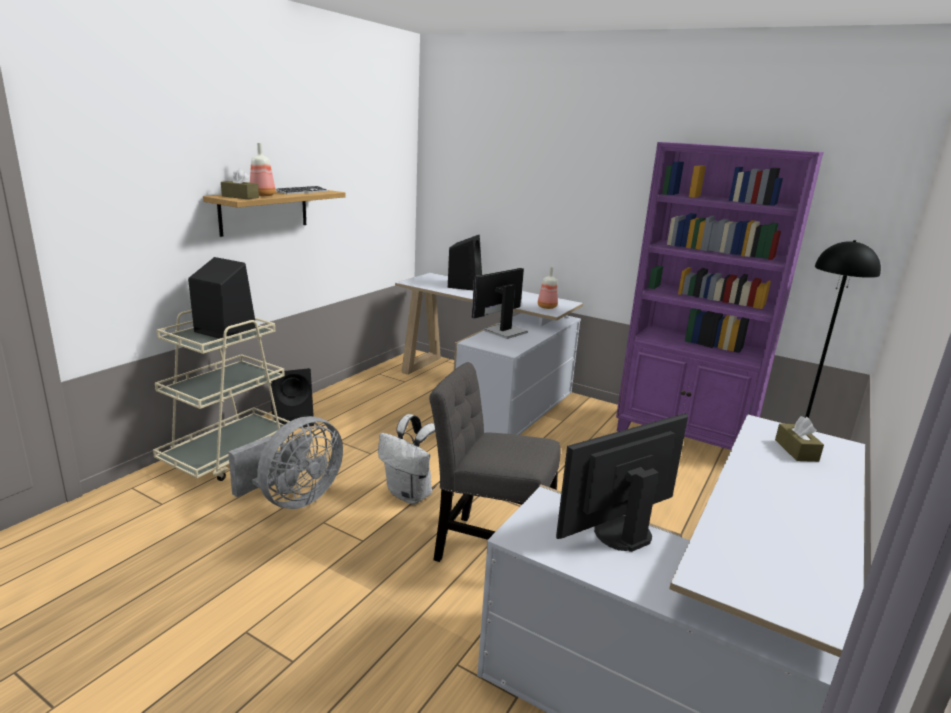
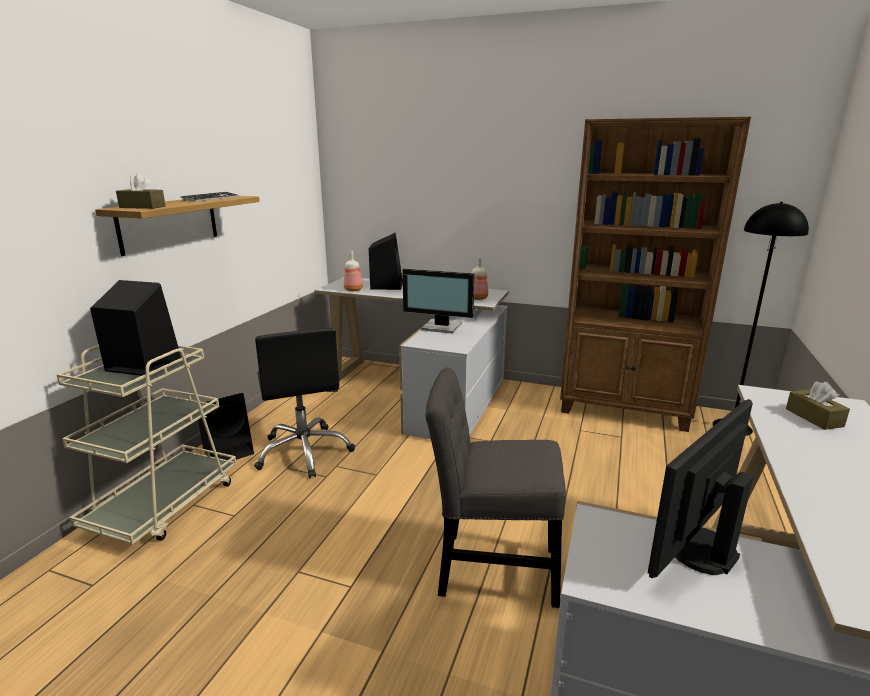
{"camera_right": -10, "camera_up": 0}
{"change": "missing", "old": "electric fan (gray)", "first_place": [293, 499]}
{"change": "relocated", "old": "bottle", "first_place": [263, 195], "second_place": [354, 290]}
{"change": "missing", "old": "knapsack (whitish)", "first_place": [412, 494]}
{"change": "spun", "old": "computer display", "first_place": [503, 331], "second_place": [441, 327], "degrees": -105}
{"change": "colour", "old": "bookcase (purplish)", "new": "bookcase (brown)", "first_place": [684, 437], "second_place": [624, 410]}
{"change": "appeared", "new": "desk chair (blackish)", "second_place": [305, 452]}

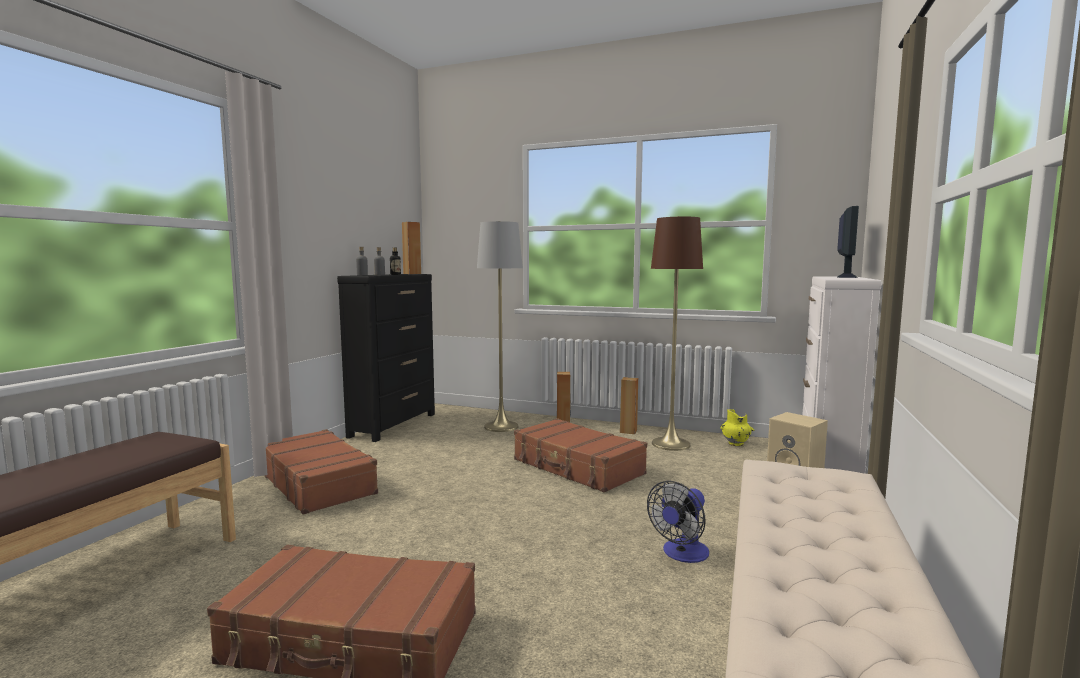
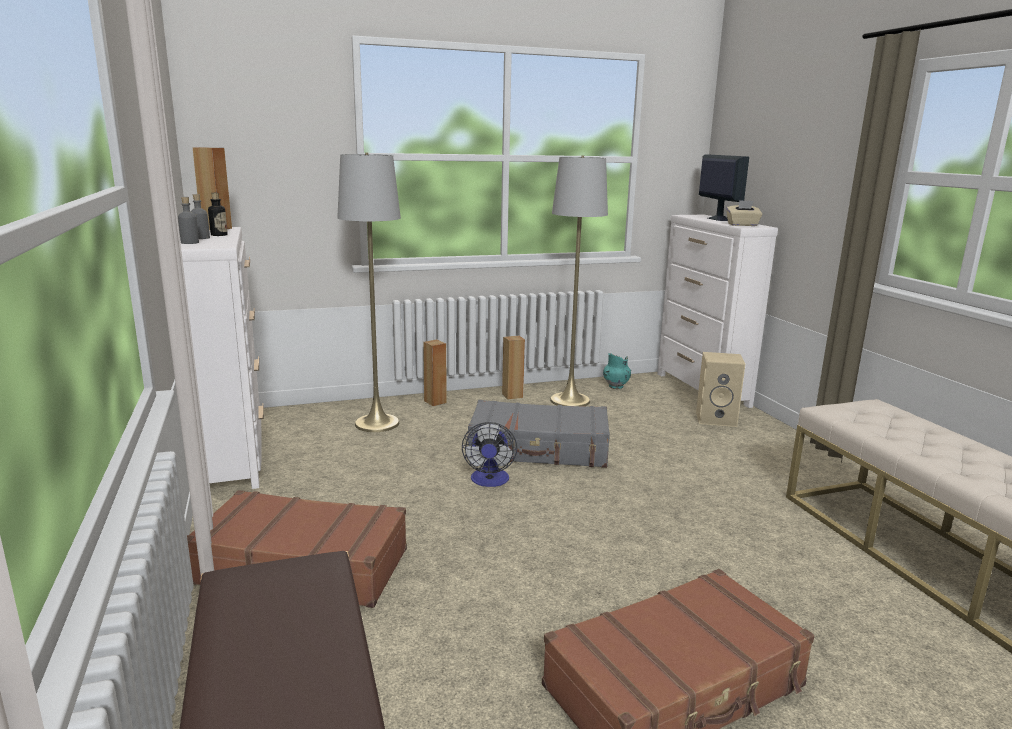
{"camera_right": -40, "camera_up": 10}
{"change": "colour", "old": "chest of drawers (blackish)", "new": "chest of drawers (whitish)", "first_place": [394, 425], "second_place": [234, 457]}
{"change": "colour", "old": "travel case (brown)", "new": "travel case (gray)", "first_place": [577, 467], "second_place": [539, 449]}
{"change": "relocated", "old": "electric fan", "first_place": [682, 554], "second_place": [489, 481]}
{"change": "colour", "old": "floor lamp (brown)", "new": "floor lamp (gray)", "first_place": [671, 444], "second_place": [570, 400]}
{"change": "colour", "old": "decorative vase (yellowish)", "new": "decorative vase (blue-green)", "first_place": [736, 444], "second_place": [616, 386]}
{"change": "appeared", "new": "box of tissues (beige-coloured)", "second_place": [742, 225]}

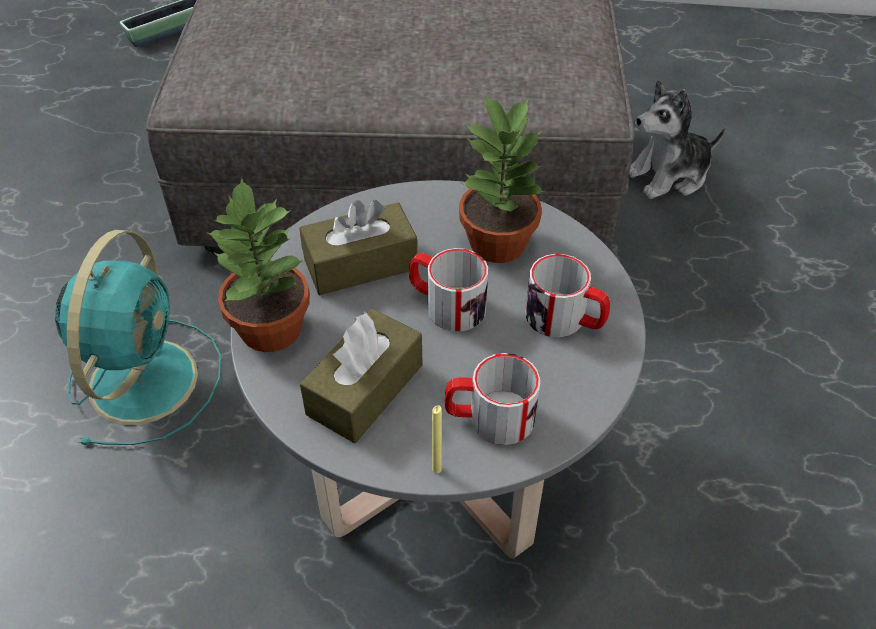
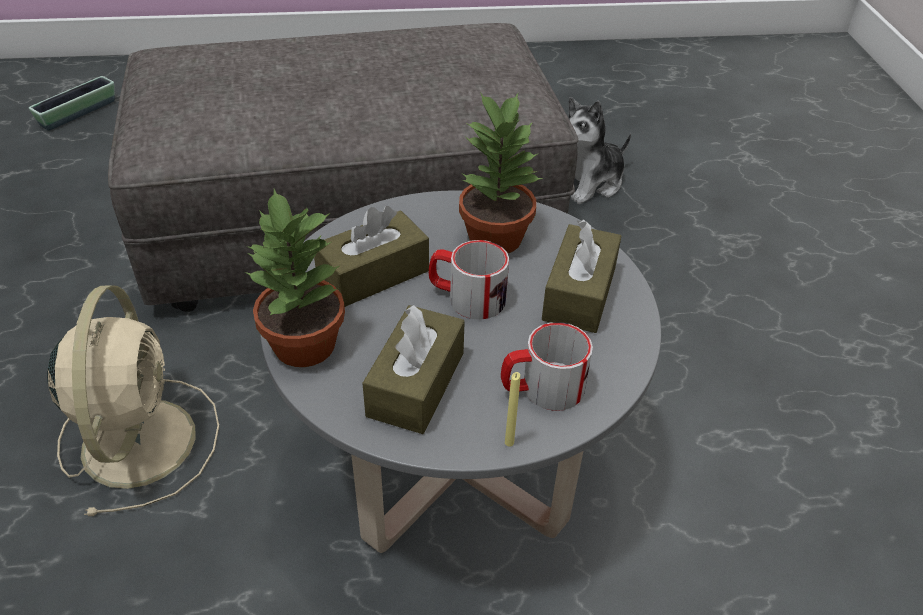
{"camera_right": -15, "camera_up": -5}
{"change": "colour", "old": "electric fan (blue-green)", "new": "electric fan (beige-coloured)", "first_place": [145, 377], "second_place": [140, 438]}
{"change": "exchanged", "old": "coffee mug", "new": "box of tissues (brown)", "first_place": [565, 319], "second_place": [579, 293]}

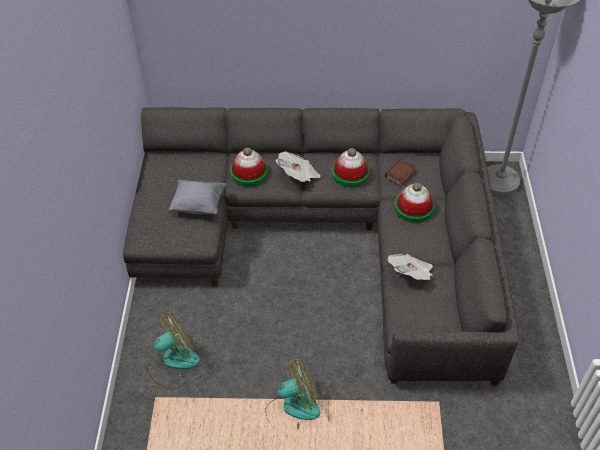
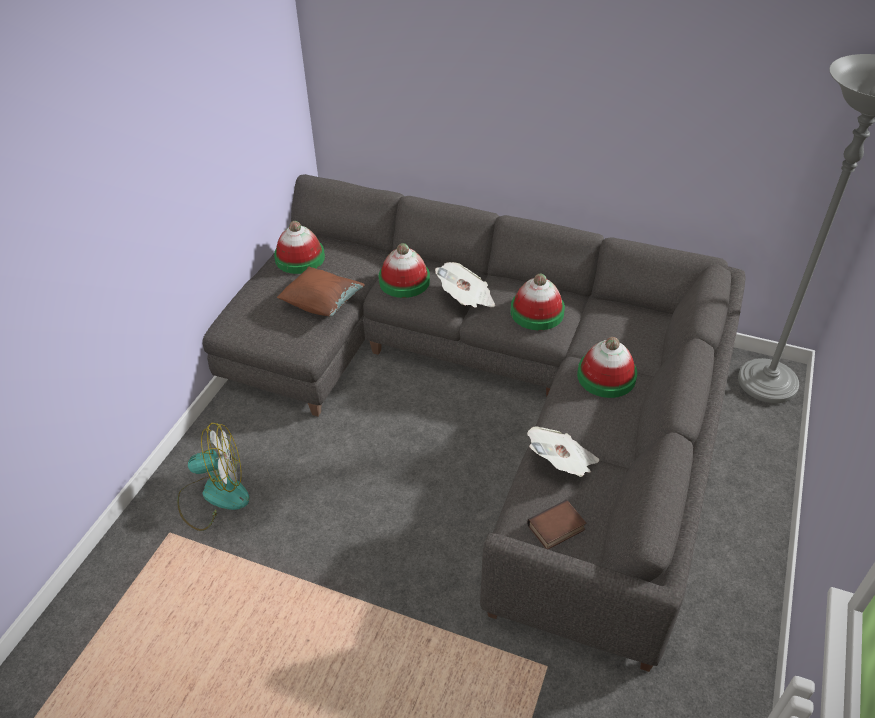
{"camera_right": 20, "camera_up": -5}
{"change": "colour", "old": "cushion (gray)", "new": "cushion (brown)", "first_place": [199, 205], "second_place": [322, 304]}
{"change": "missing", "old": "electric fan", "first_place": [292, 410]}
{"change": "relocated", "old": "volume", "first_place": [400, 175], "second_place": [556, 529]}
{"change": "appeared", "new": "clothing hat", "second_place": [300, 258]}

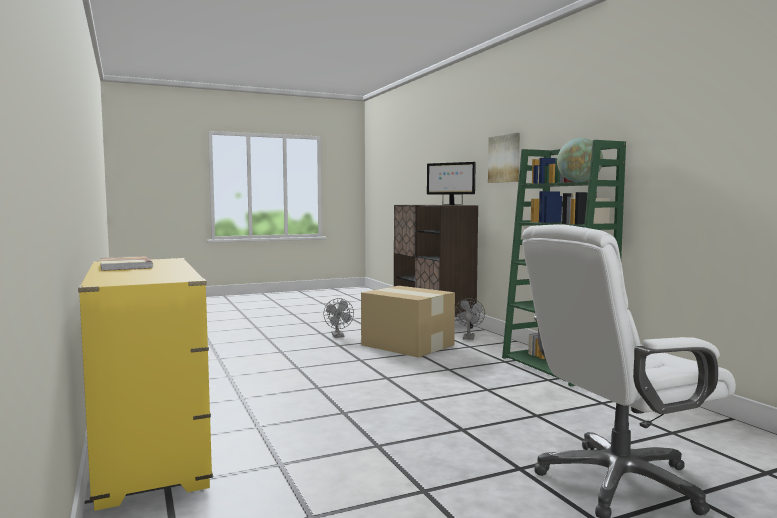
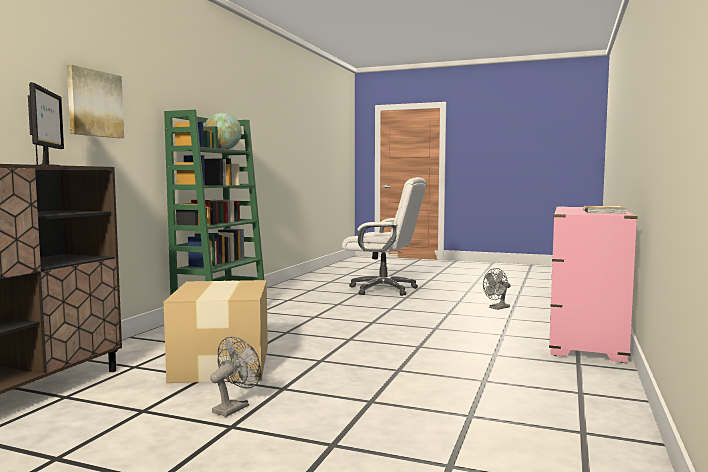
{"camera_right": -135, "camera_up": 0}
{"change": "colour", "old": "chest of drawers (yellowish)", "new": "chest of drawers (pinkish)", "first_place": [149, 452], "second_place": [585, 338]}
{"change": "relocated", "old": "electric fan (gray)", "first_place": [468, 337], "second_place": [497, 308]}

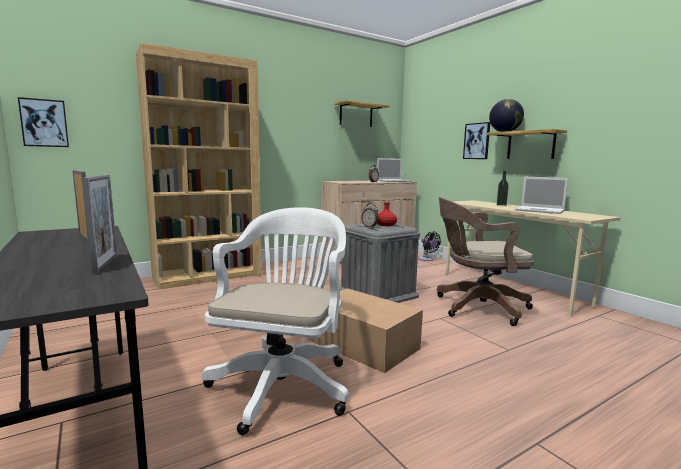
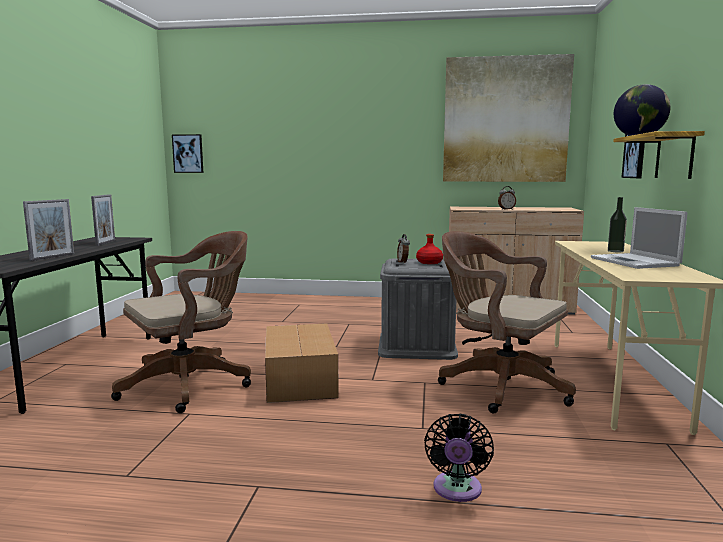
{"camera_right": 40, "camera_up": 0}
{"change": "missing", "old": "bookcase (brown)", "first_place": [208, 276]}
{"change": "colour", "old": "desk chair (whitish)", "new": "desk chair (brown)", "first_place": [284, 382], "second_place": [192, 384]}
{"change": "exchanged", "old": "bracket shelf", "new": "wall art", "first_place": [356, 115], "second_place": [505, 120]}
{"change": "missing", "old": "portable computer", "first_place": [394, 181]}
{"change": "relocated", "old": "electric fan (blackish)", "first_place": [427, 259], "second_place": [457, 490]}

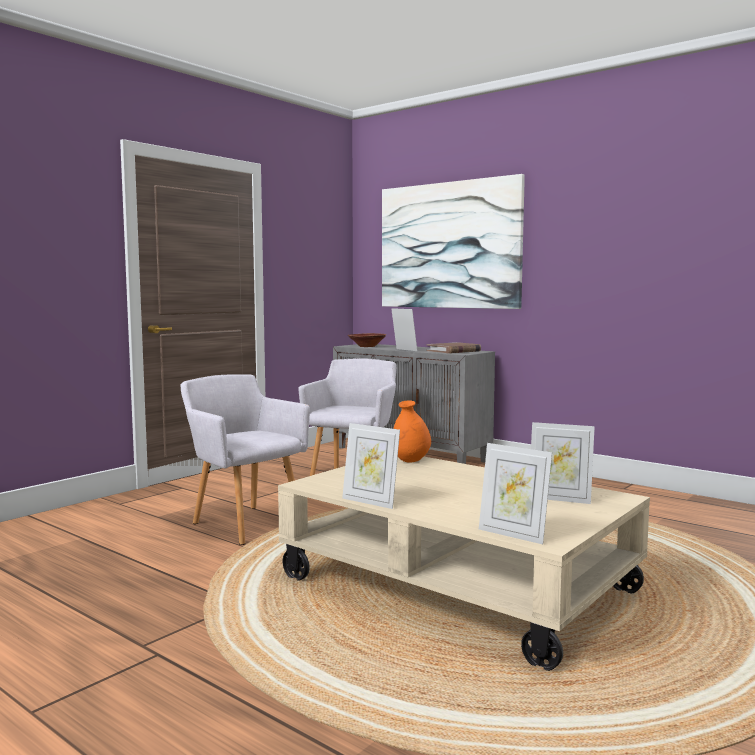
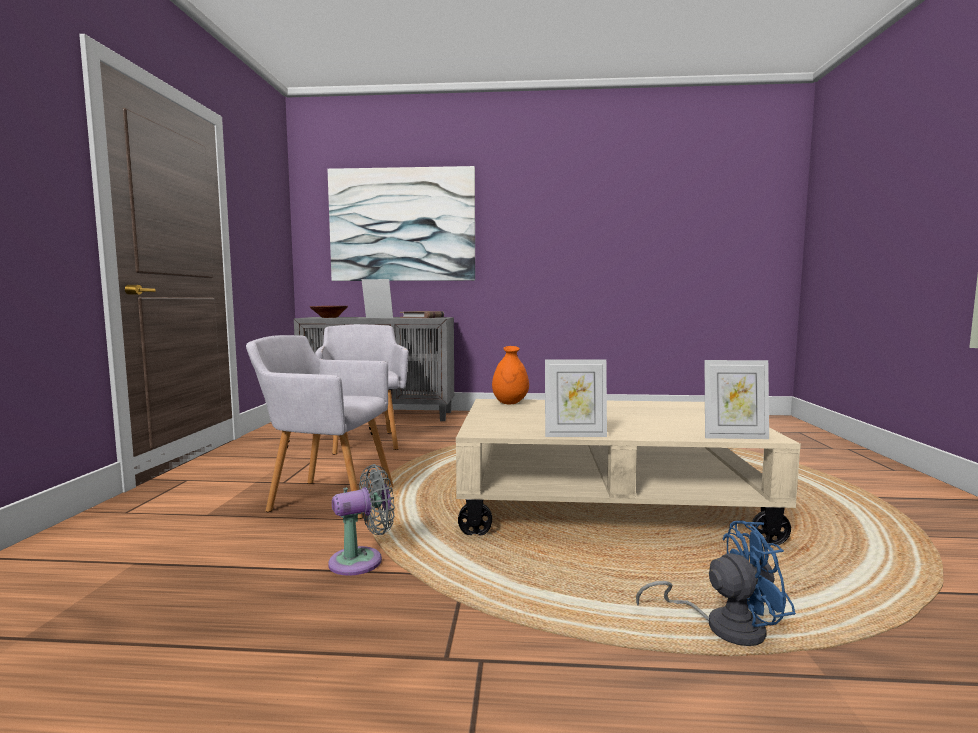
{"camera_right": -35, "camera_up": 0}
{"change": "missing", "old": "standing frame", "first_place": [559, 499]}
{"change": "appeared", "new": "electric fan (gray)", "second_place": [362, 560]}
{"change": "appeared", "new": "electric fan (blue)", "second_place": [722, 626]}

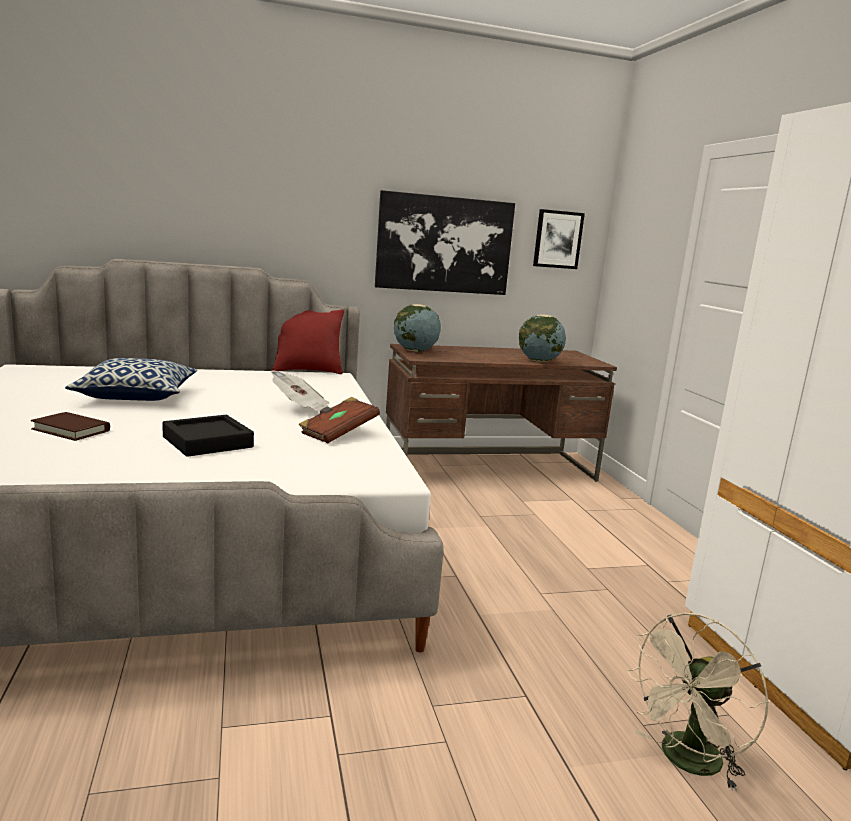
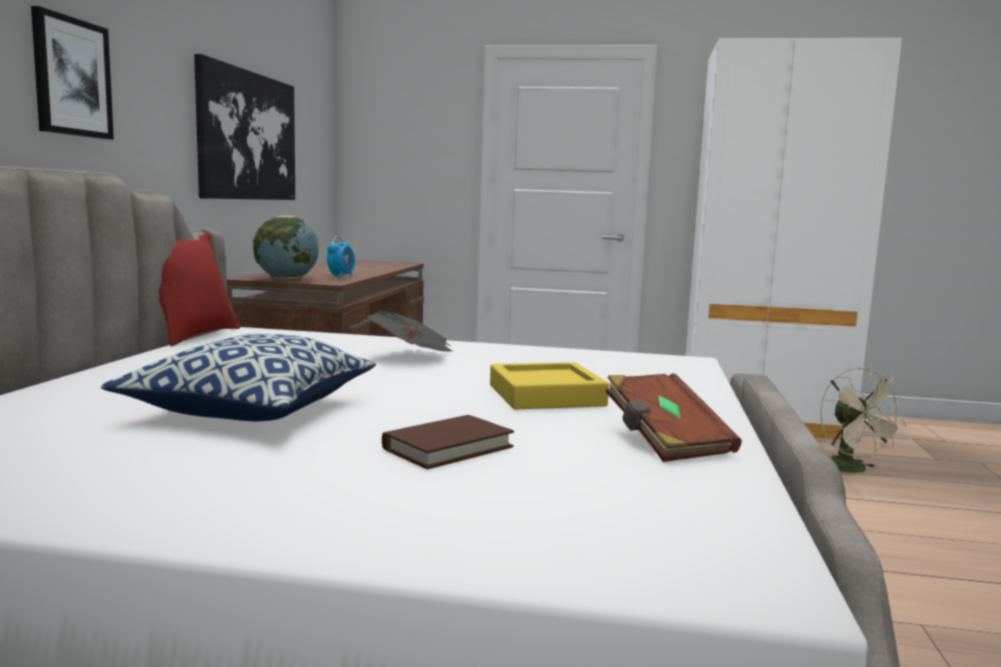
{"camera_right": -65, "camera_up": -5}
{"change": "colour", "old": "tray (blackish)", "new": "tray (yellowish)", "first_place": [207, 442], "second_place": [546, 395]}
{"change": "relocated", "old": "volume (brown)", "first_place": [338, 434], "second_place": [665, 440]}
{"change": "missing", "old": "world globe", "first_place": [539, 361]}
{"change": "relocated", "old": "wall art", "first_place": [557, 239], "second_place": [71, 77]}
{"change": "appeared", "new": "table clock", "second_place": [341, 276]}

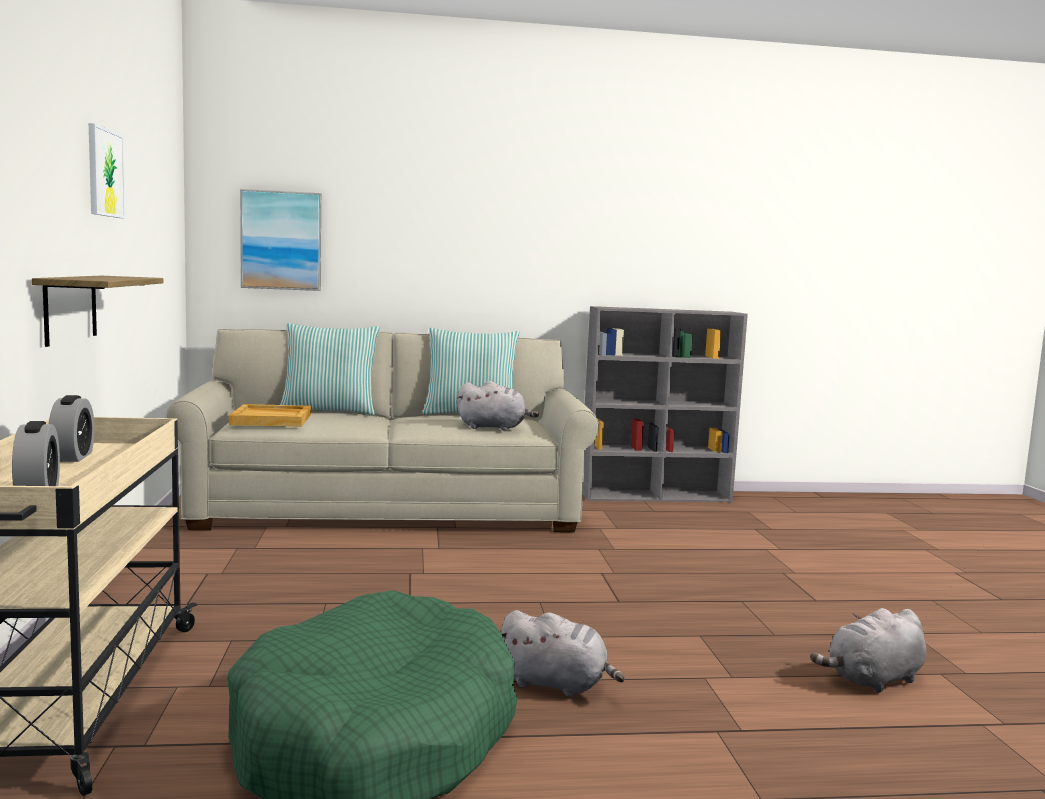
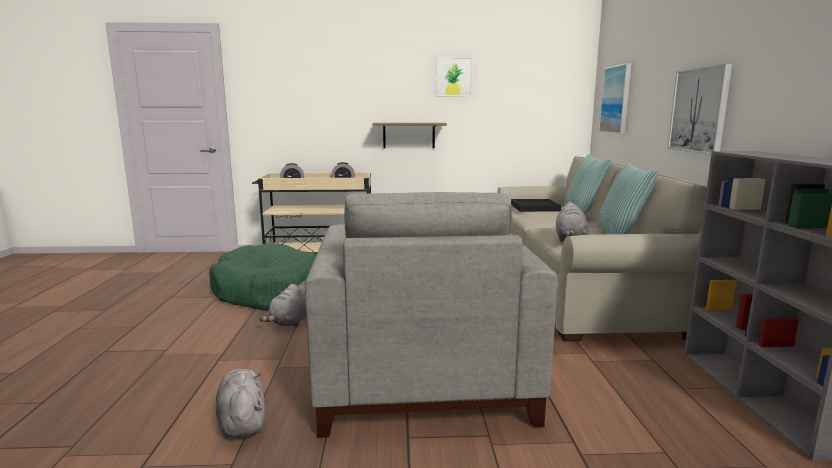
{"camera_right": 95, "camera_up": 5}
{"change": "colour", "old": "tray (beige-coloured)", "new": "tray (blackish)", "first_place": [272, 419], "second_place": [535, 207]}
{"change": "appeared", "new": "easy chair (gray)", "second_place": [420, 372]}
{"change": "appeared", "new": "wall art", "second_place": [699, 110]}

